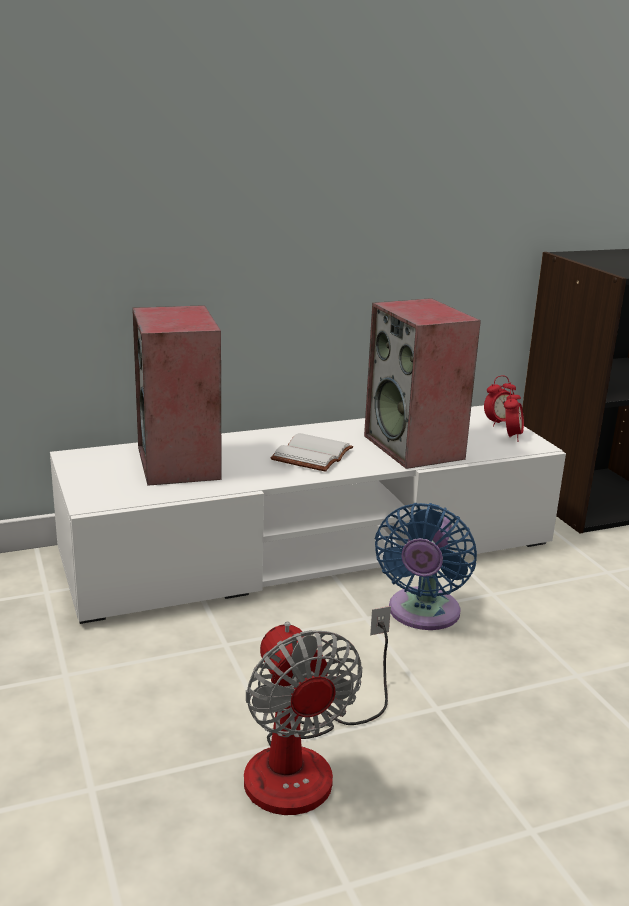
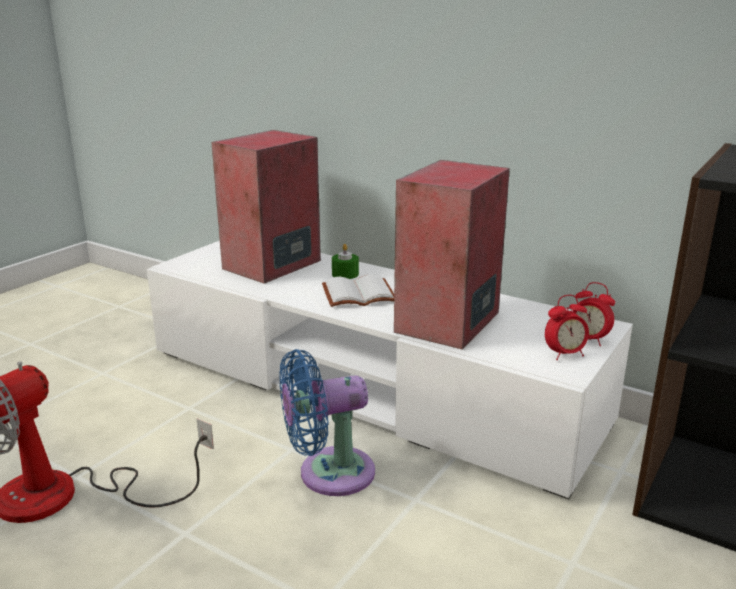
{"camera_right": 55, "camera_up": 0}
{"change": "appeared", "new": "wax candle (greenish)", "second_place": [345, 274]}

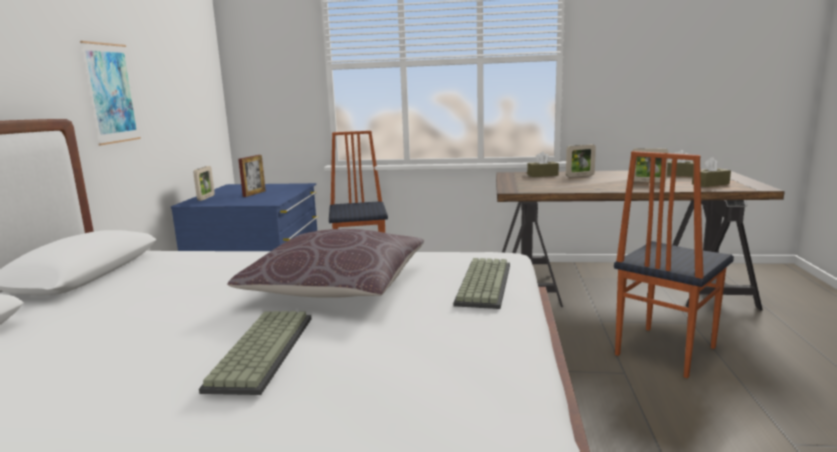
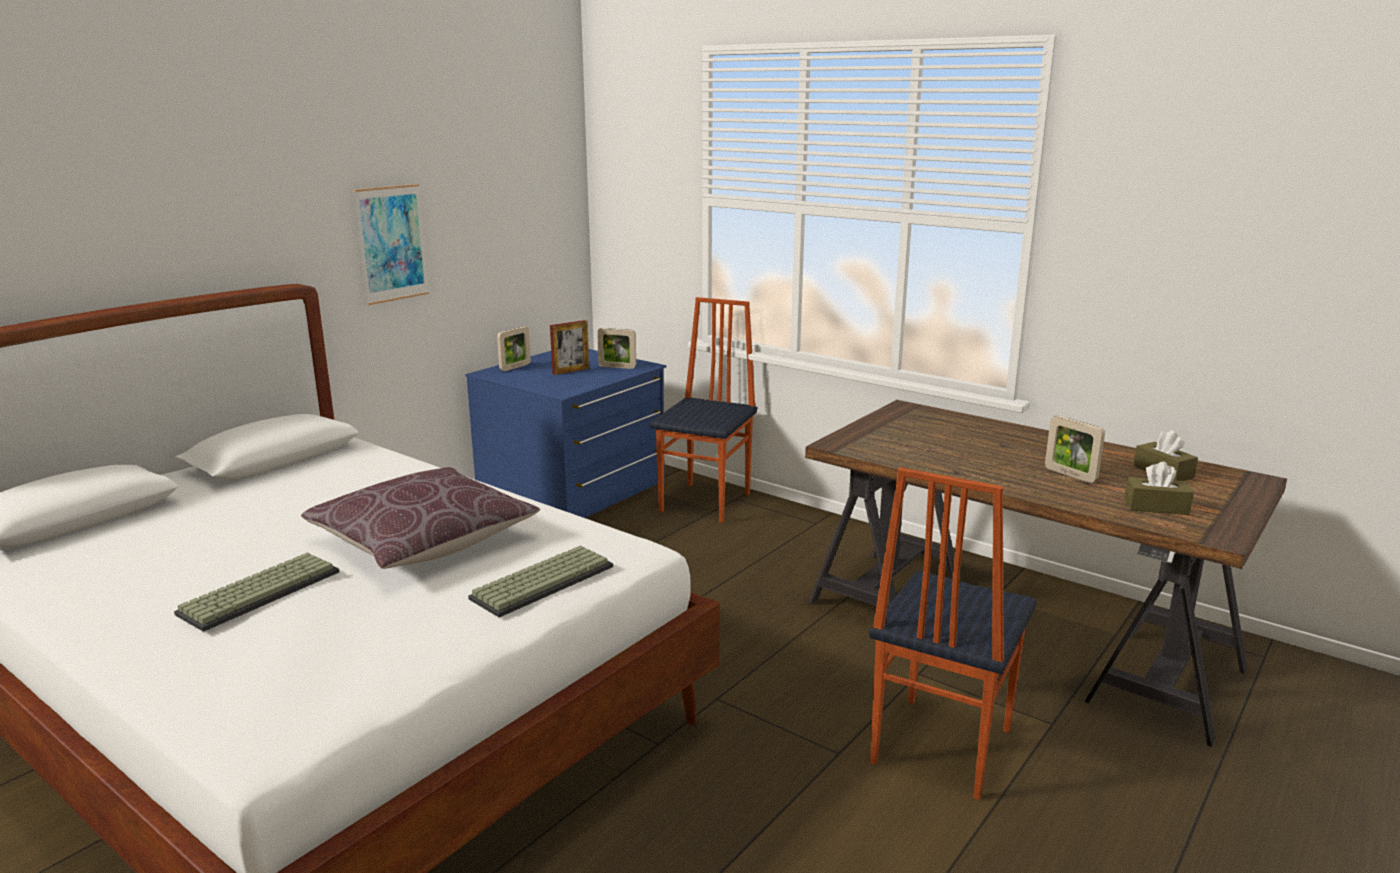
{"camera_right": 30, "camera_up": 5}
{"change": "missing", "old": "box of tissues (brown)", "first_place": [542, 175]}
{"change": "relocated", "old": "standing frame", "first_place": [580, 175], "second_place": [617, 367]}
{"change": "spun", "old": "plain chair", "first_place": [663, 351], "second_place": [938, 746], "degrees": -45}

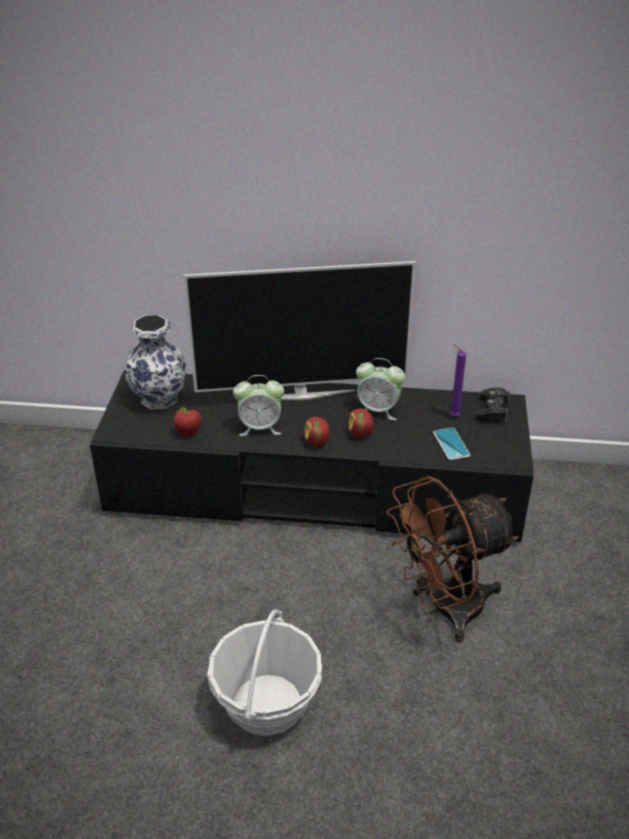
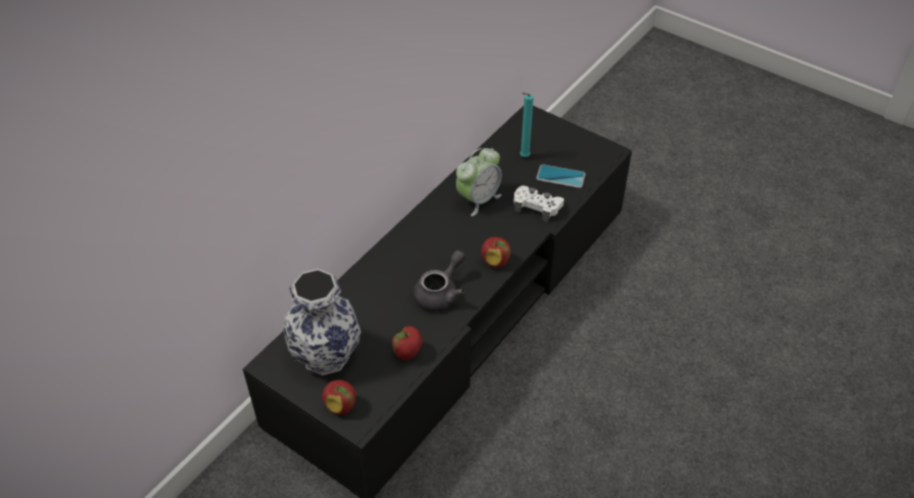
{"camera_right": -60, "camera_up": 10}
{"change": "missing", "old": "television", "first_place": [301, 393]}
{"change": "missing", "old": "household basket", "first_place": [267, 704]}
{"change": "exchanged", "old": "table clock", "new": "pot for tea (gray)", "first_place": [260, 427], "second_place": [441, 293]}
{"change": "relocated", "old": "apple", "first_place": [360, 434], "second_place": [341, 406]}
{"change": "missing", "old": "electric fan (brown)", "first_place": [444, 608]}
{"change": "colour", "old": "wax candle (purplish)", "new": "wax candle (blue-green)", "first_place": [452, 416], "second_place": [523, 157]}
{"change": "missing", "old": "game controller (blackish)", "first_place": [492, 410]}
{"change": "appeared", "new": "game controller (whitish)", "second_place": [537, 206]}

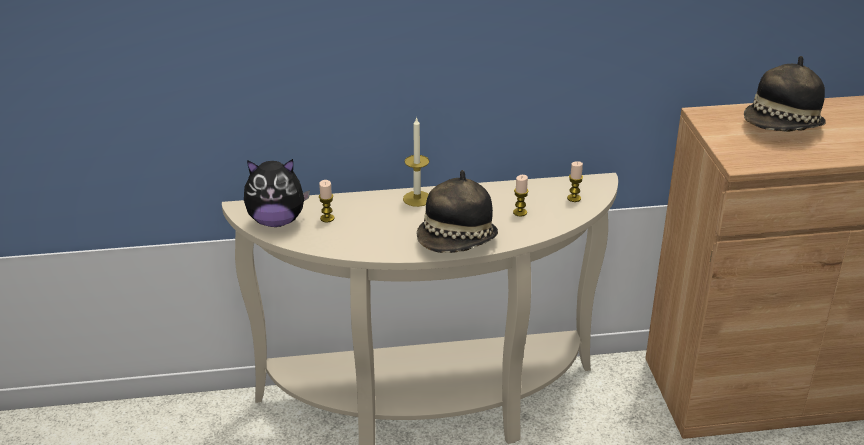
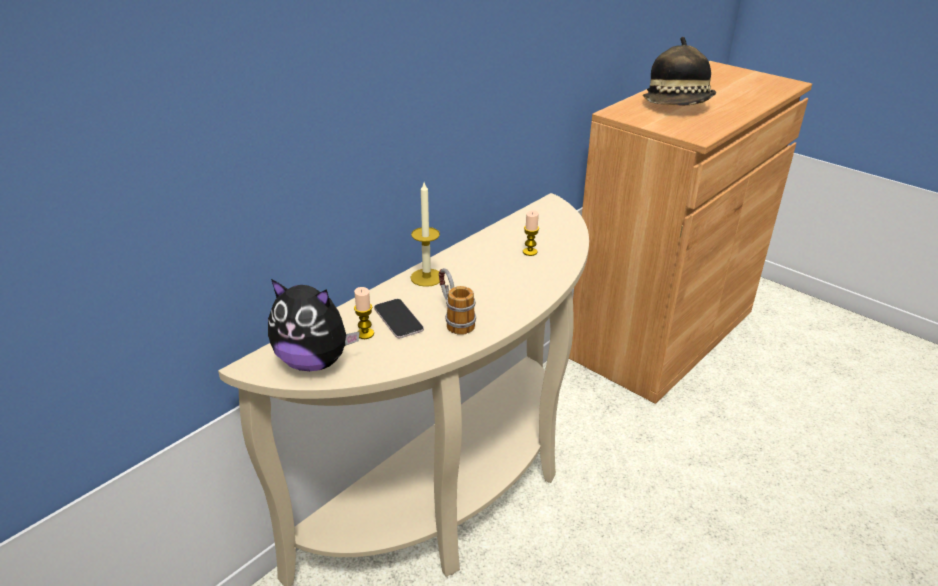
{"camera_right": -40, "camera_up": 0}
{"change": "spun", "old": "soft toy", "first_place": [276, 221], "second_place": [314, 361], "degrees": 60}
{"change": "missing", "old": "clothing hat", "first_place": [457, 243]}
{"change": "missing", "old": "wax candle", "first_place": [574, 198]}
{"change": "appeared", "new": "phone", "second_place": [398, 319]}
{"change": "appeared", "new": "coffee mug", "second_place": [454, 319]}

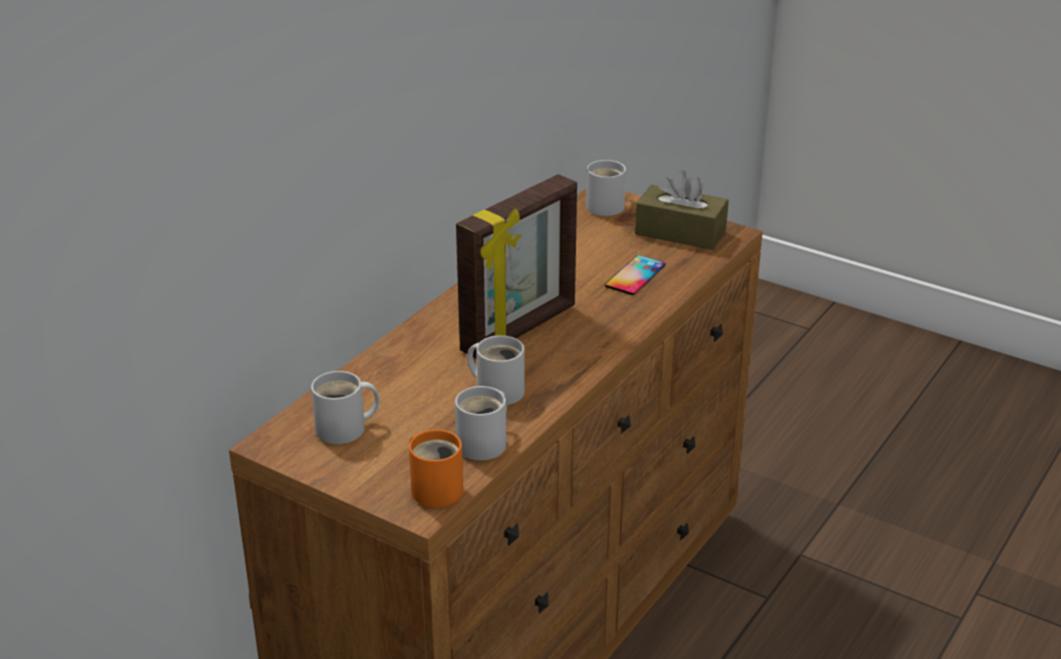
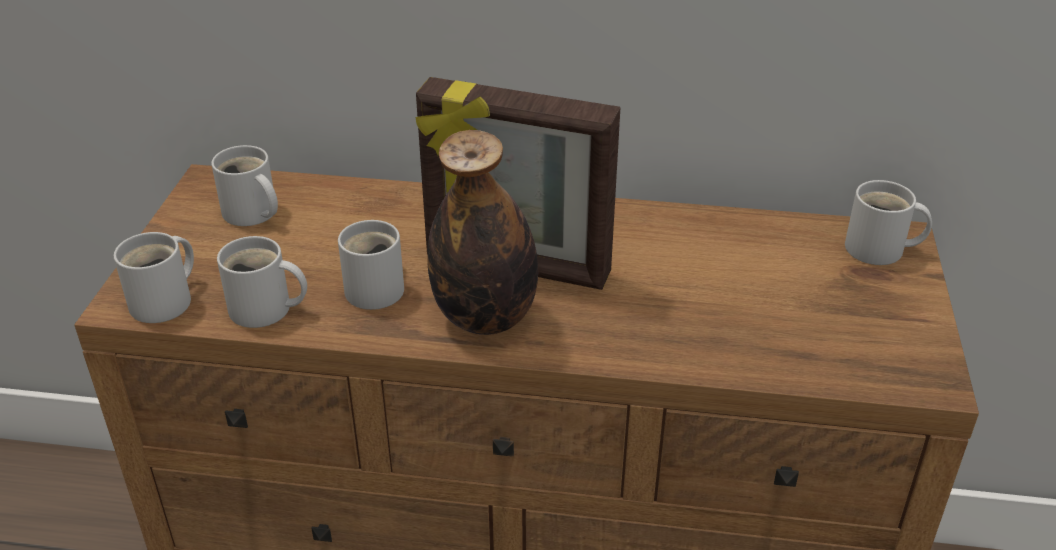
{"camera_right": 65, "camera_up": 5}
{"change": "colour", "old": "coffee mug (orange-coloured)", "new": "coffee mug (whitish)", "first_place": [435, 487], "second_place": [166, 301]}
{"change": "missing", "old": "phone", "first_place": [635, 275]}
{"change": "missing", "old": "box of tissues (brown)", "first_place": [680, 232]}
{"change": "appeared", "new": "bottle", "second_place": [485, 318]}

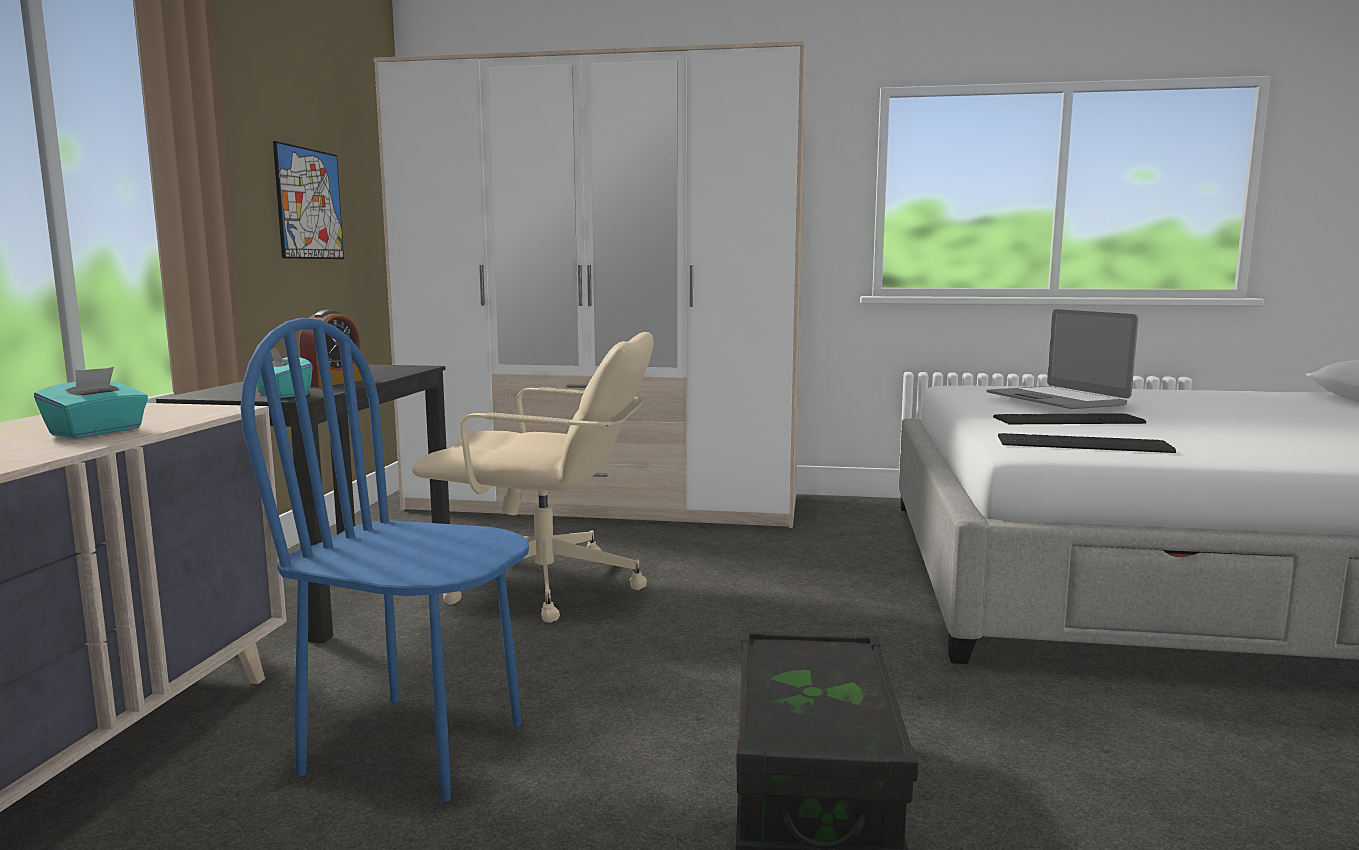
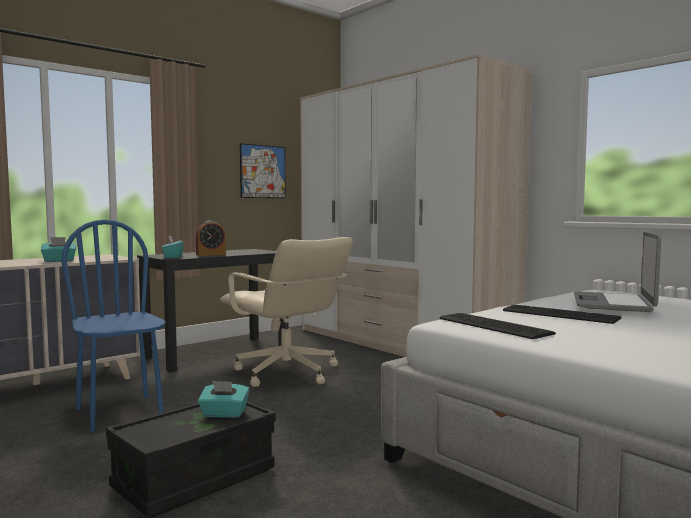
{"camera_right": 40, "camera_up": -5}
{"change": "appeared", "new": "box of tissues (blue-green)", "second_place": [224, 414]}

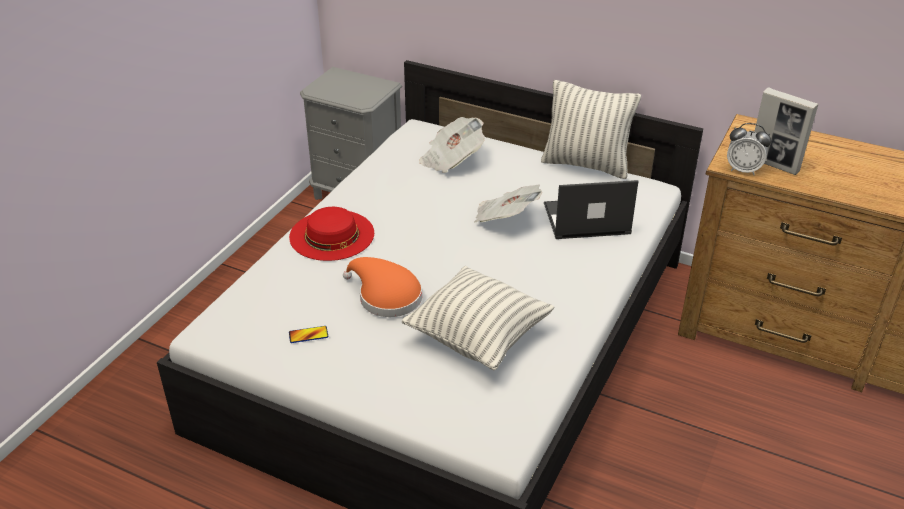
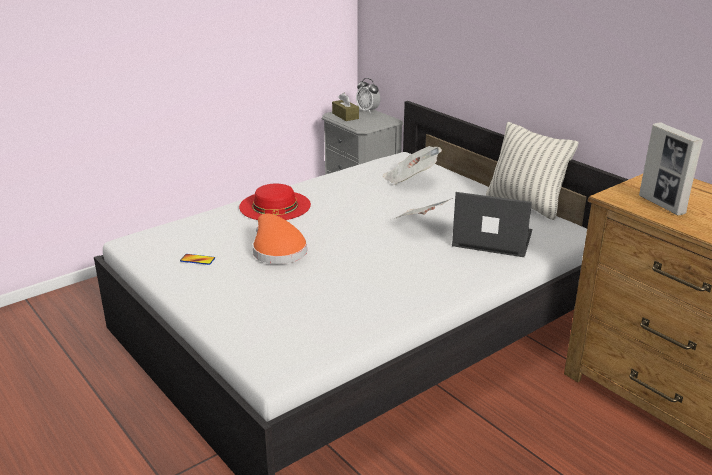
{"camera_right": 25, "camera_up": -10}
{"change": "missing", "old": "cushion", "first_place": [478, 338]}
{"change": "relocated", "old": "table clock", "first_place": [743, 170], "second_place": [368, 111]}
{"change": "appeared", "new": "box of tissues (brown)", "second_place": [345, 116]}

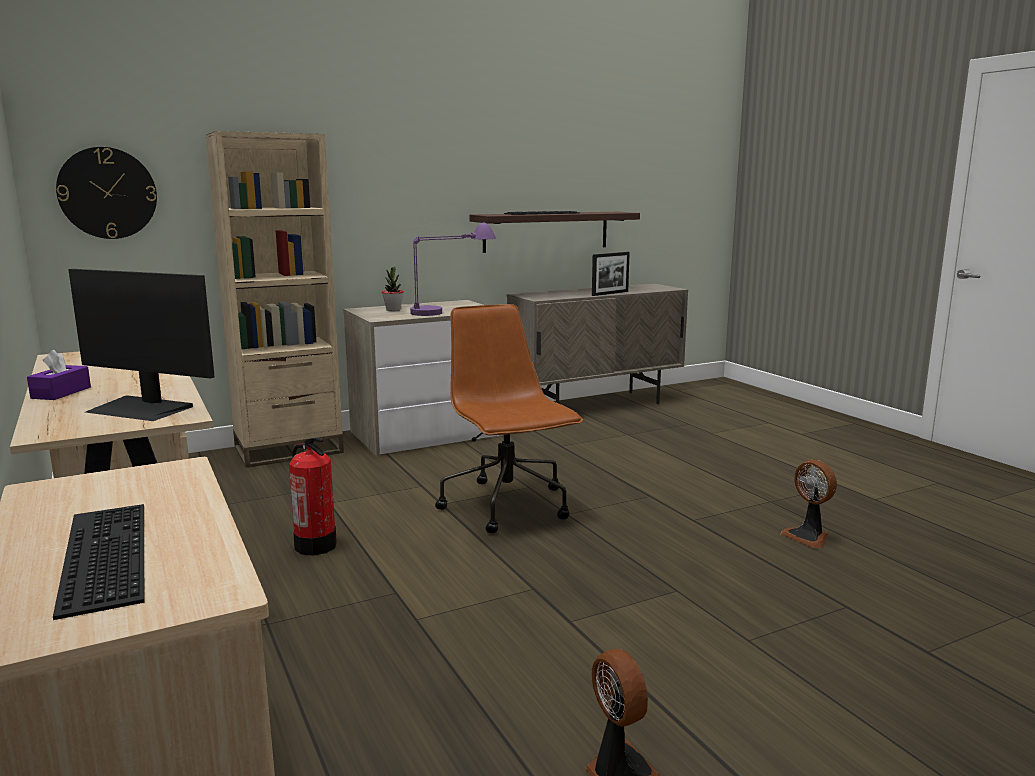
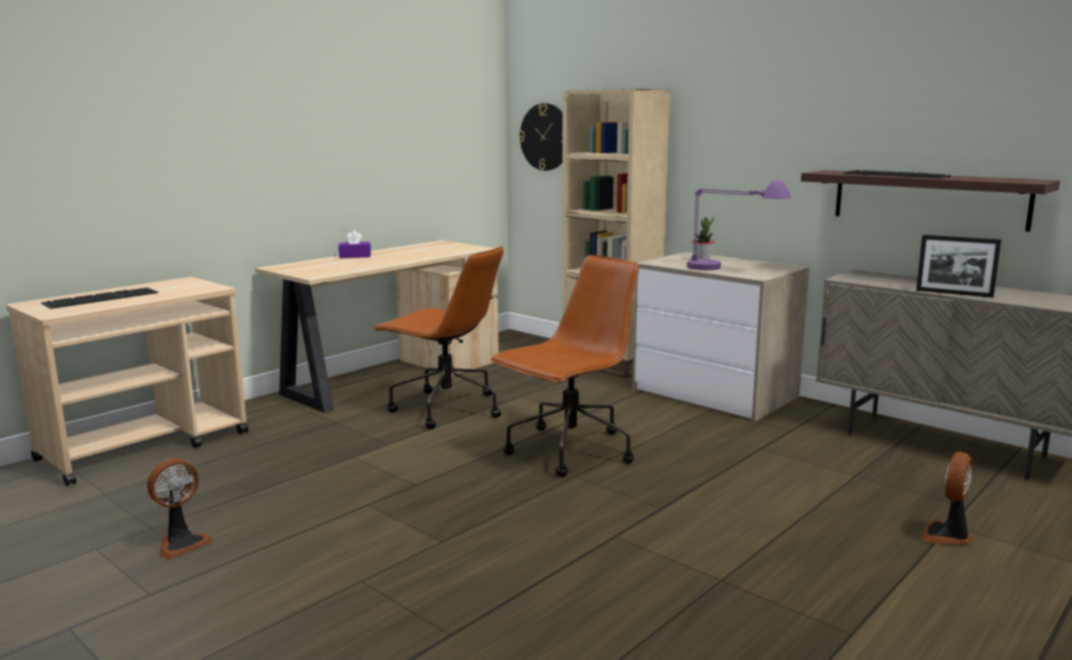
{"camera_right": 70, "camera_up": 0}
{"change": "missing", "old": "computer display", "first_place": [142, 408]}
{"change": "exchanged", "old": "extinguisher", "new": "desk chair (brown)", "first_place": [315, 545], "second_place": [445, 408]}
{"change": "relocated", "old": "electric fan", "first_place": [808, 537], "second_place": [947, 536]}

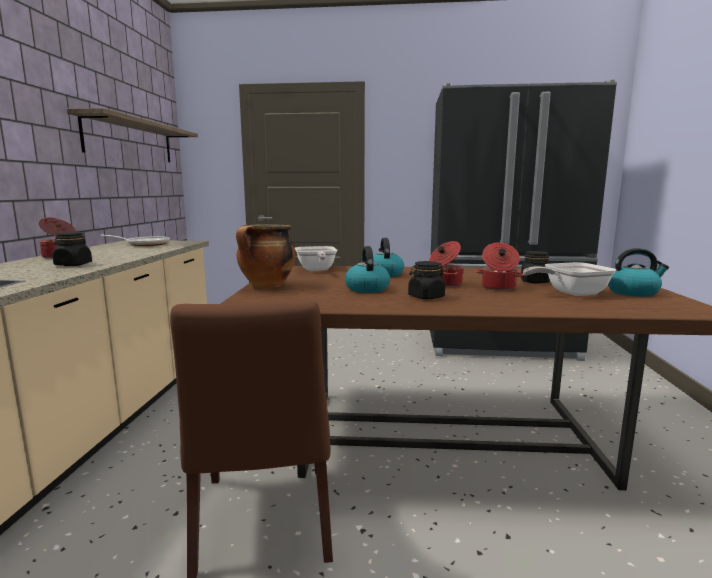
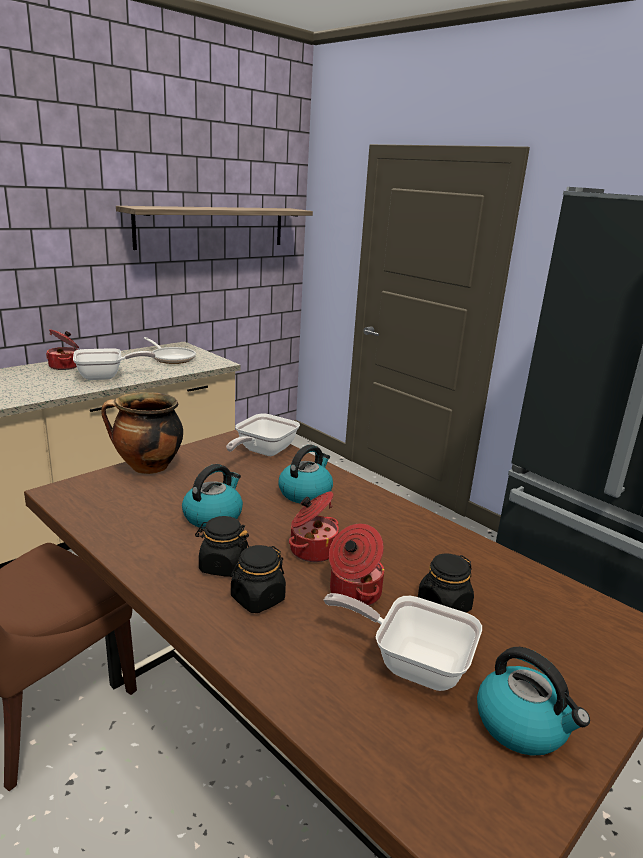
{"camera_right": 40, "camera_up": 10}
{"change": "relocated", "old": "preserve jar (blackish)", "first_place": [73, 265], "second_place": [257, 599]}
{"change": "appeared", "new": "pan", "second_place": [105, 376]}

